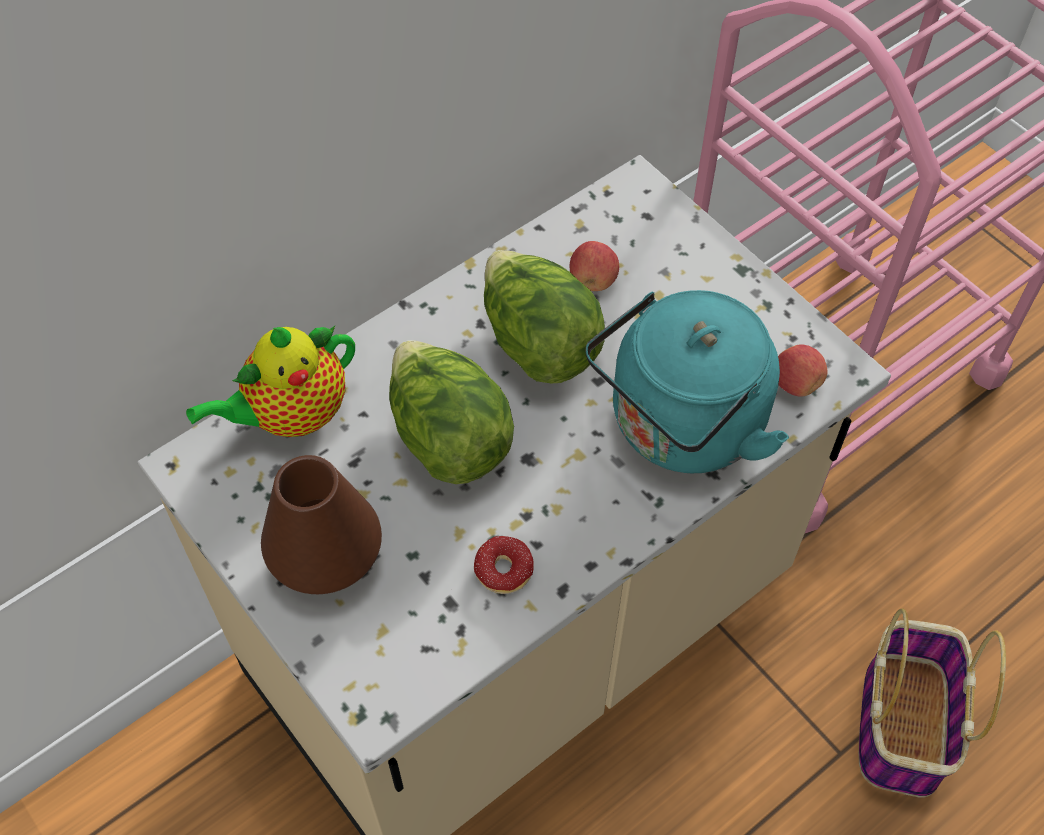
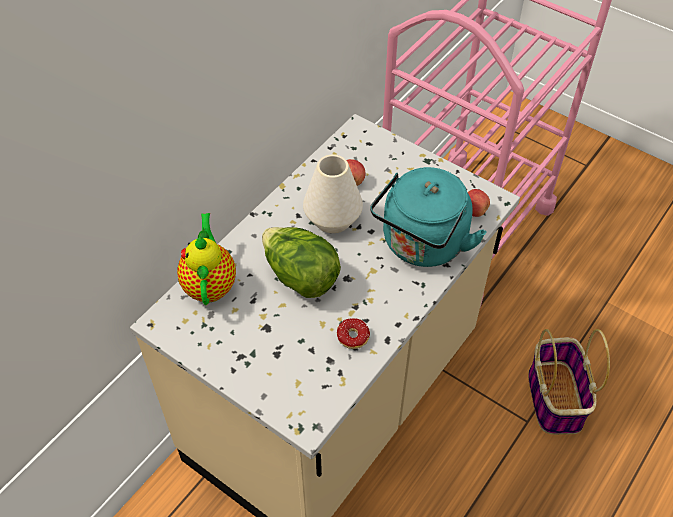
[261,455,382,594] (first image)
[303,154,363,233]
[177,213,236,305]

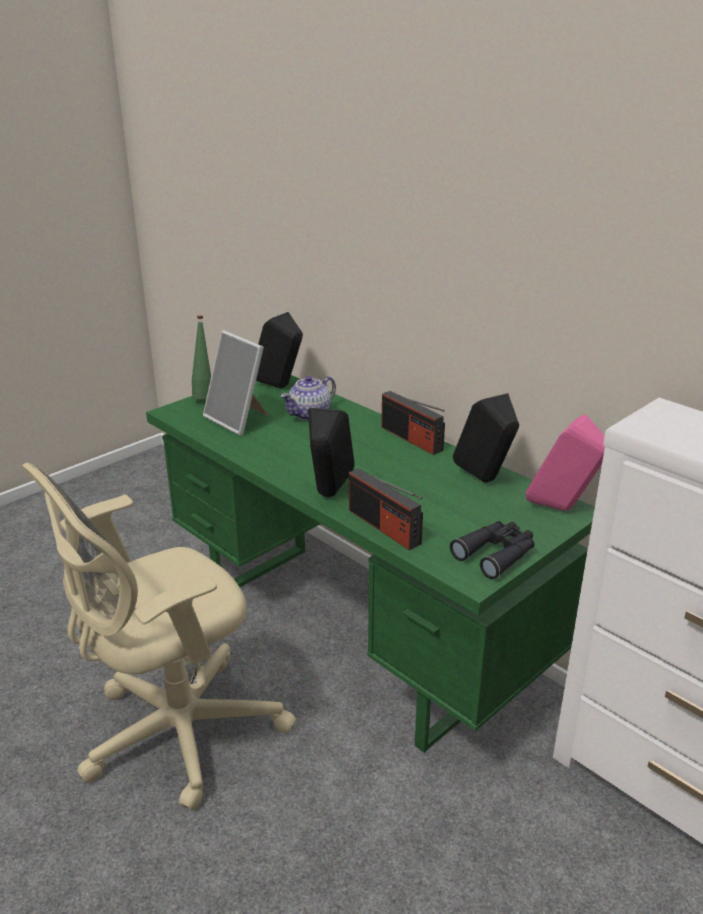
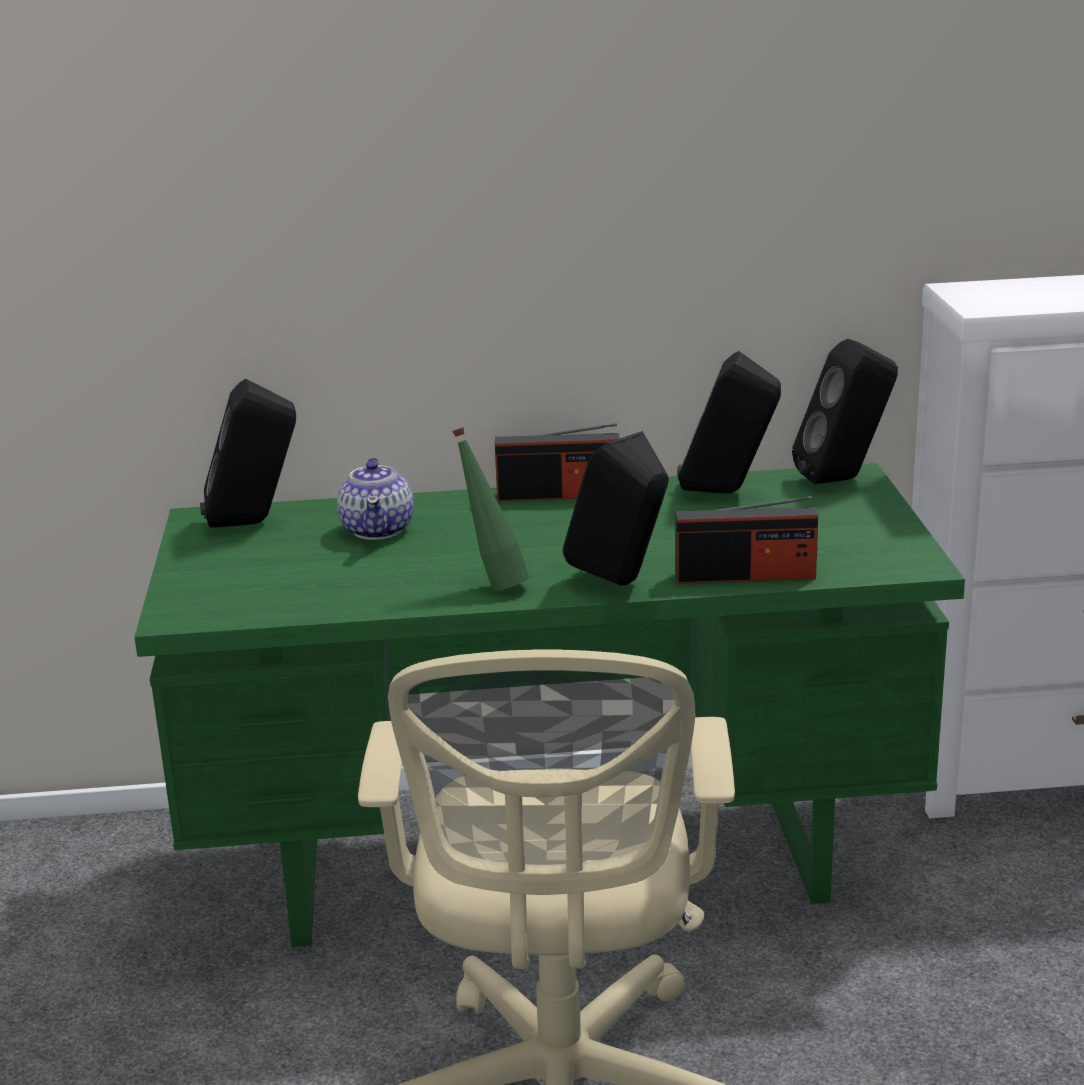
[203,331,268,436] (first image)
[450,521,534,579] (first image)
[452,427,530,591]
[792,339,898,484]

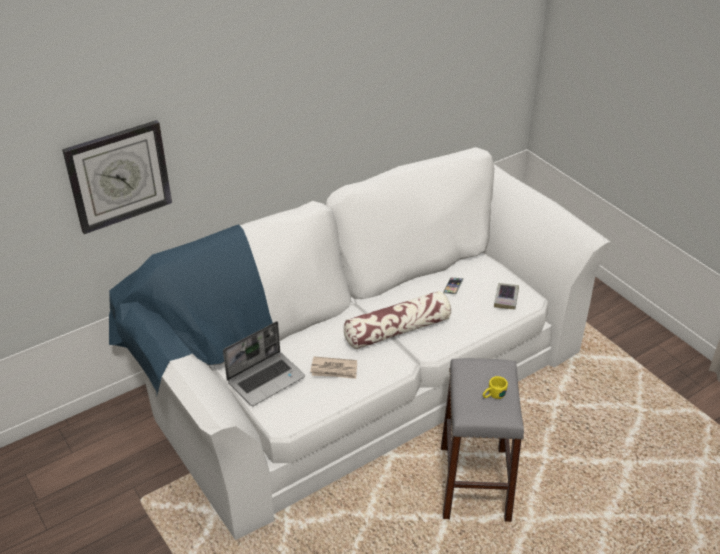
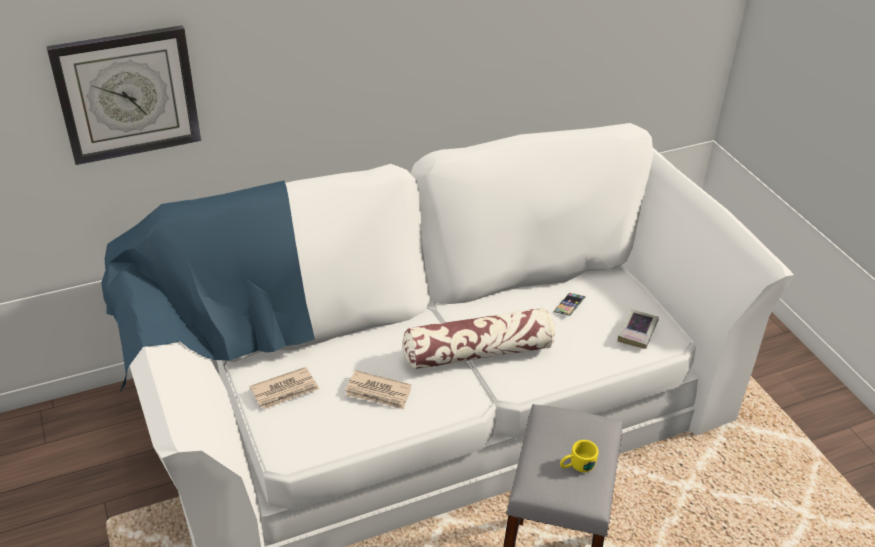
[250,367,319,409]

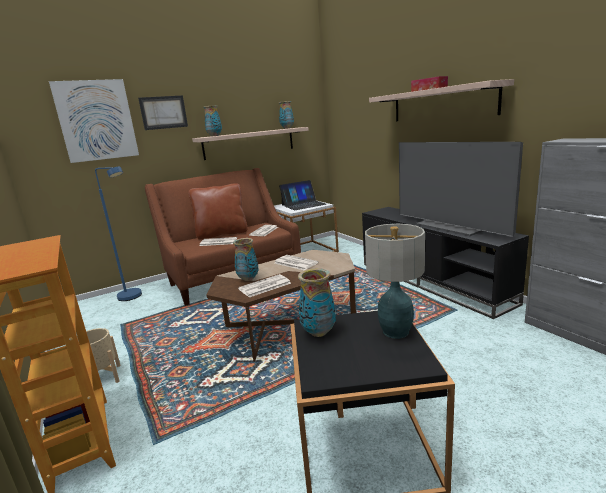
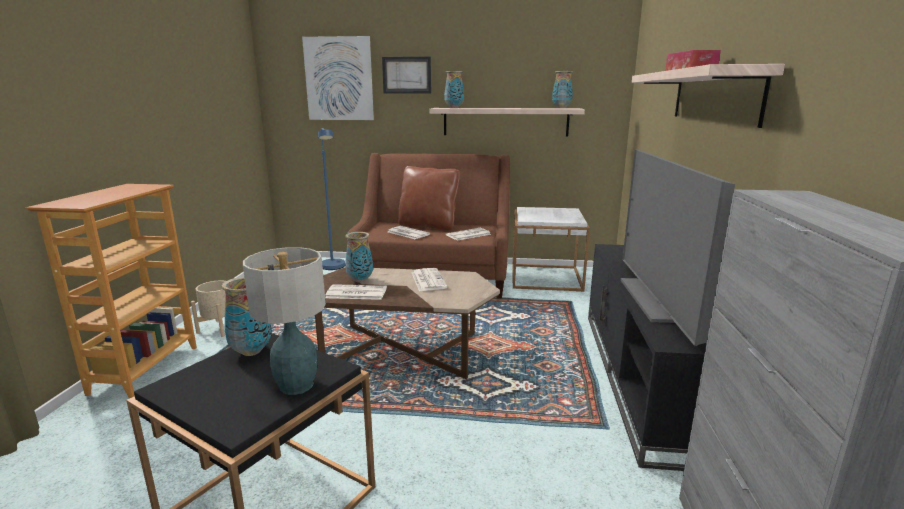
[279,180,326,210] (first image)

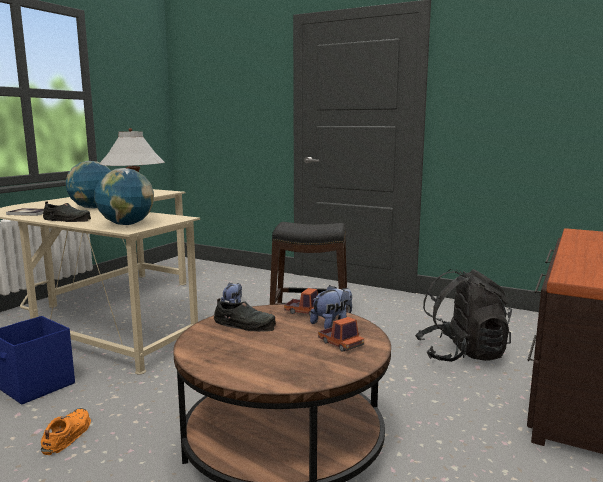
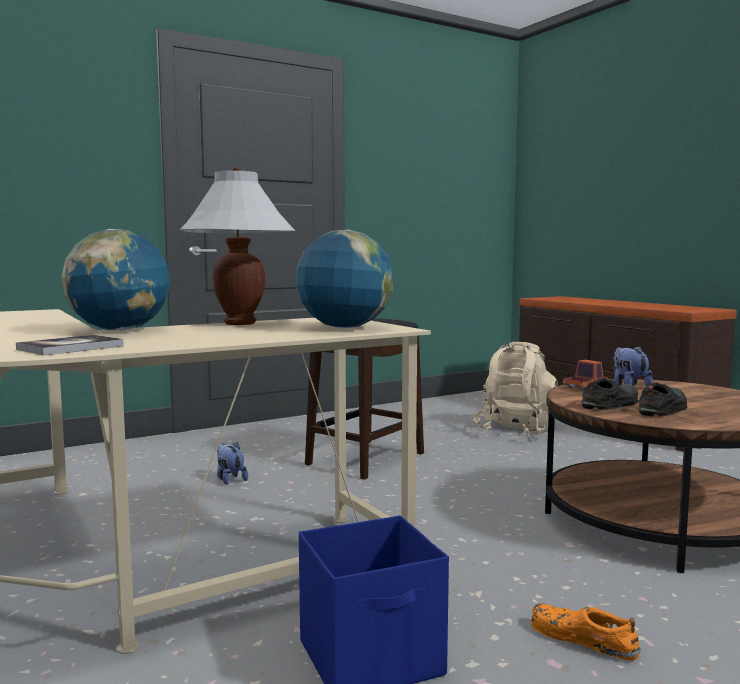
[318,317,364,352] (first image)
[639,383,688,417]
[473,342,558,437]

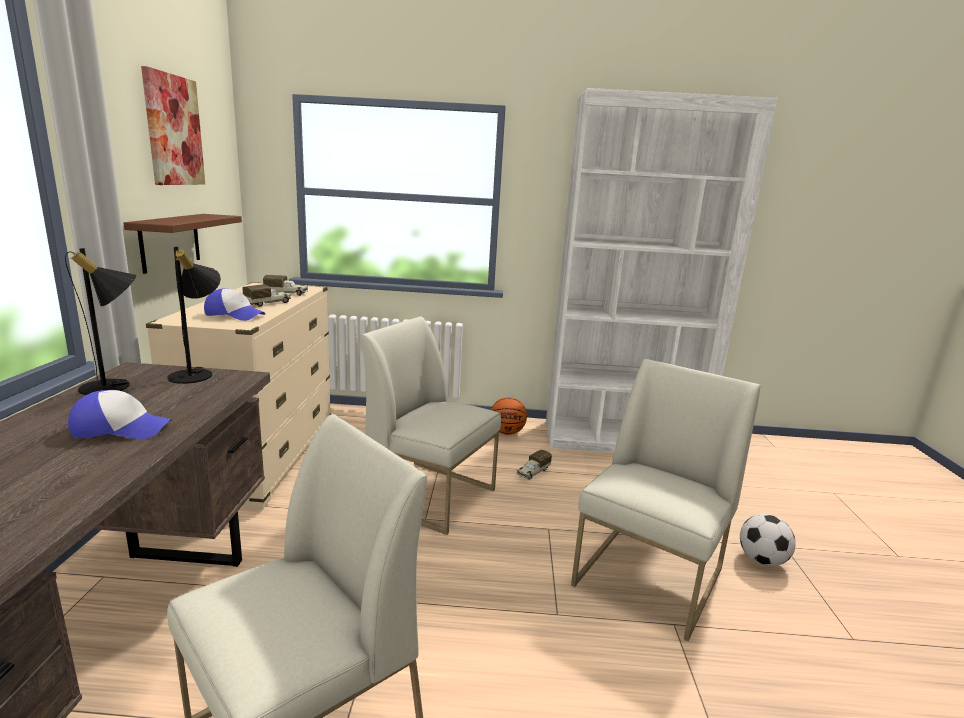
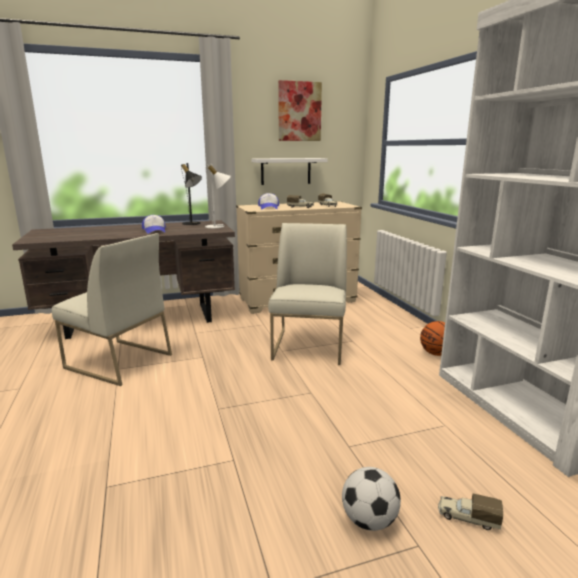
[571,359,760,641] (first image)
[438,494,503,530]
[252,158,328,185]
[205,164,231,228]

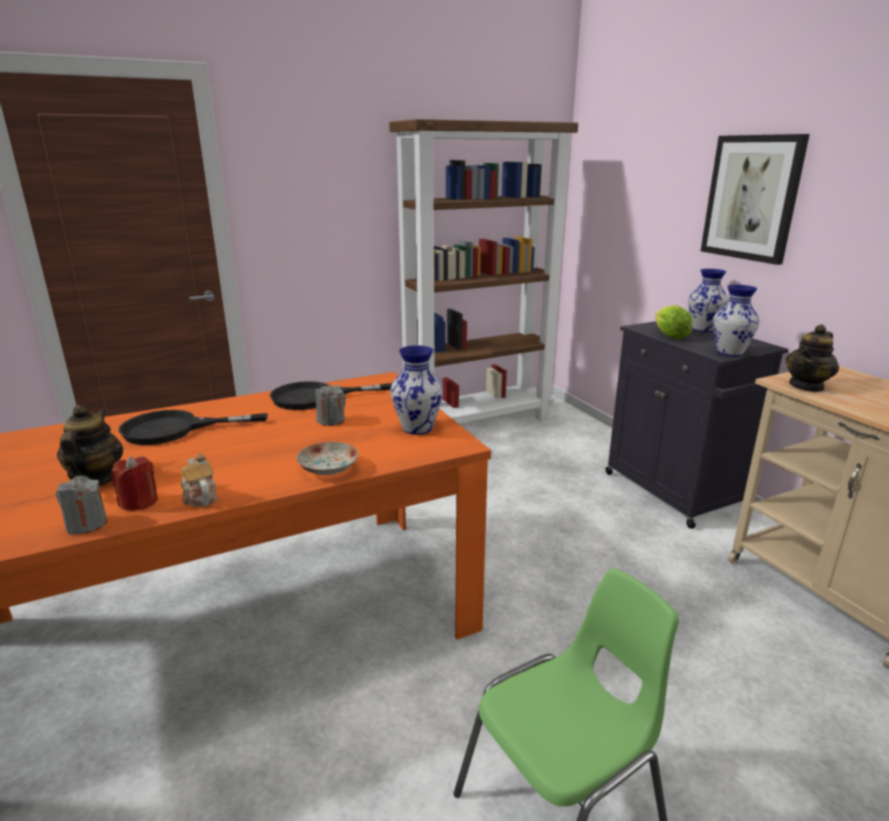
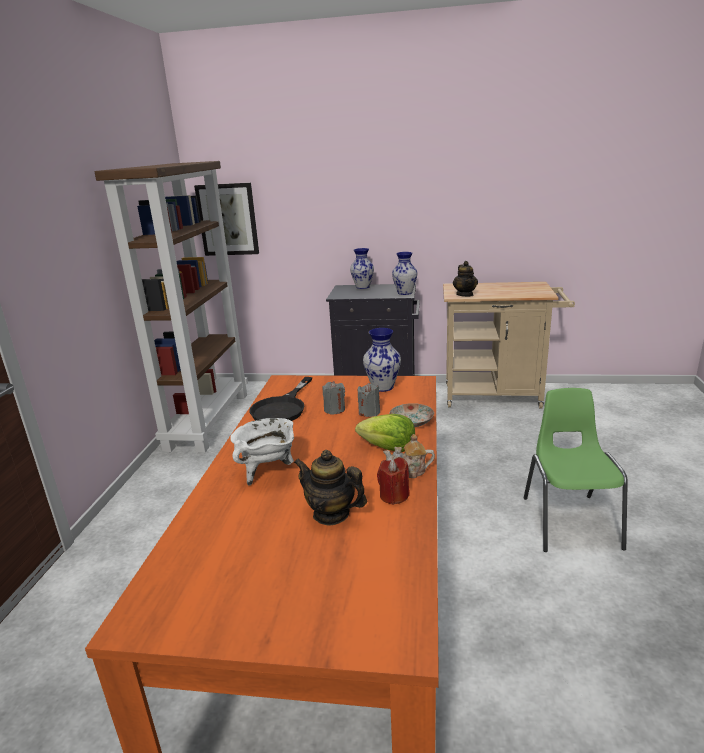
[358,383,380,417]
[355,414,415,452]
[194,183,259,256]
[230,418,295,485]

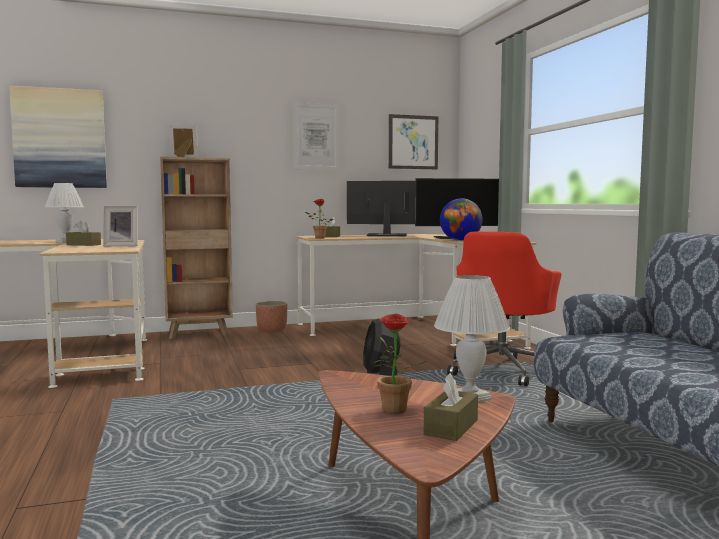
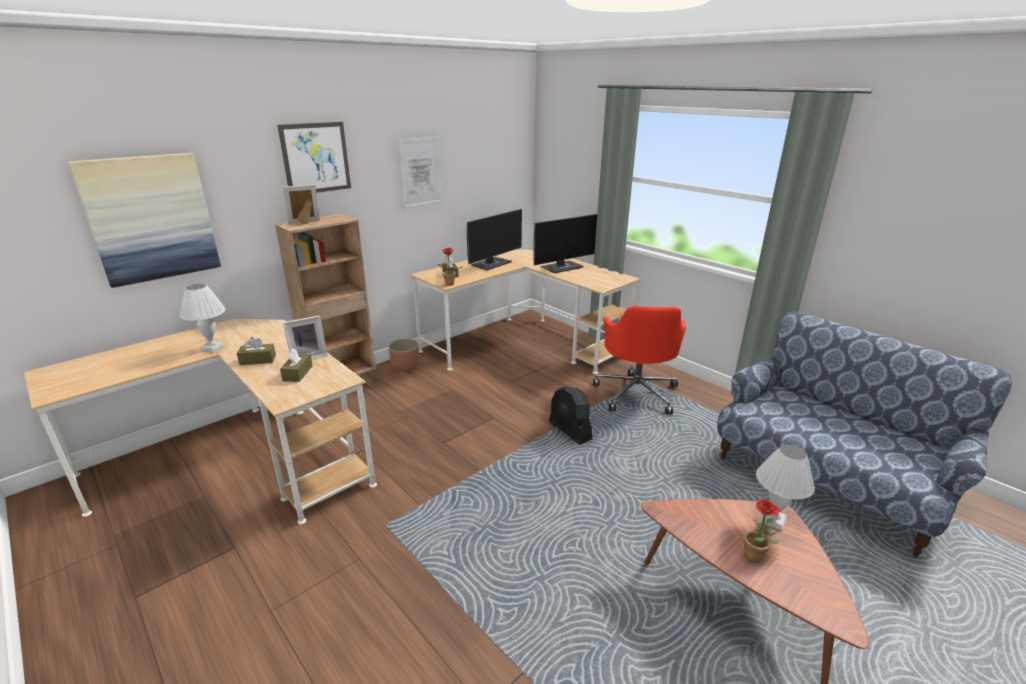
[440,198,483,241] (first image)
[277,122,351,193]
[280,349,313,382]
[467,209,522,270]

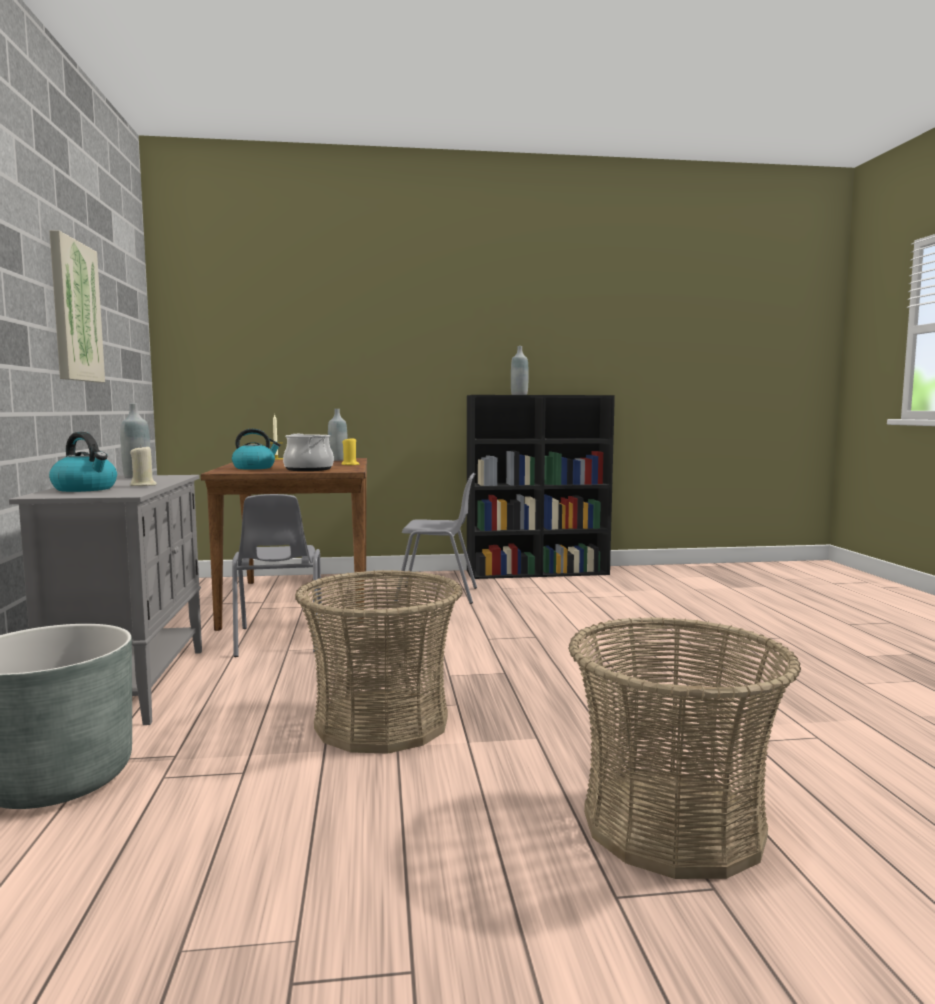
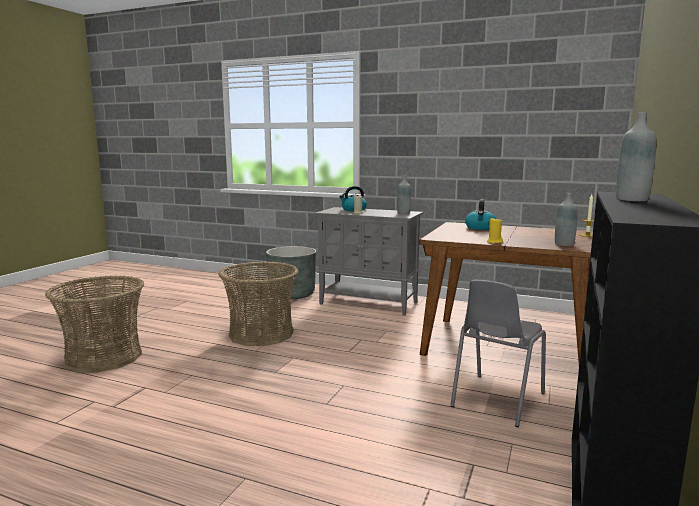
[49,230,105,382] (first image)
[232,494,322,657] (first image)
[283,434,334,471] (first image)

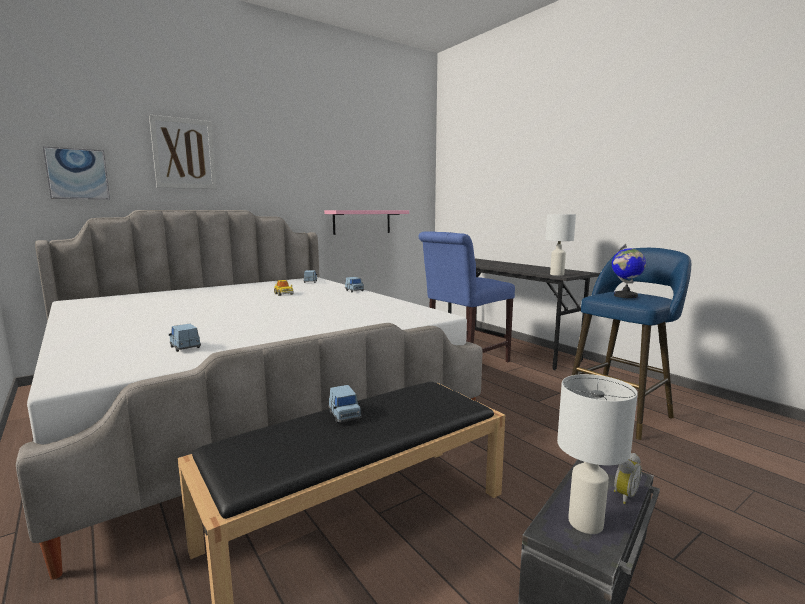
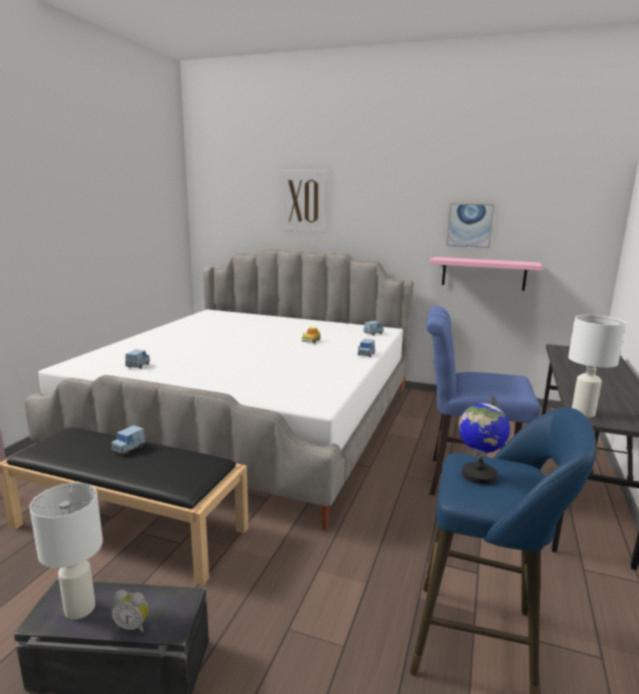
[446,203,494,248]

